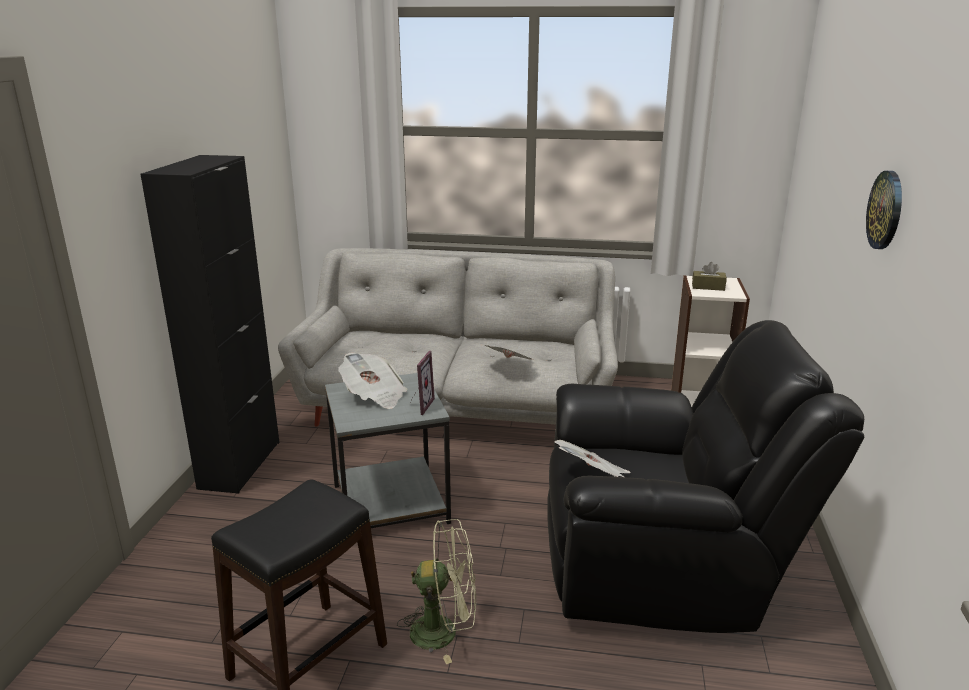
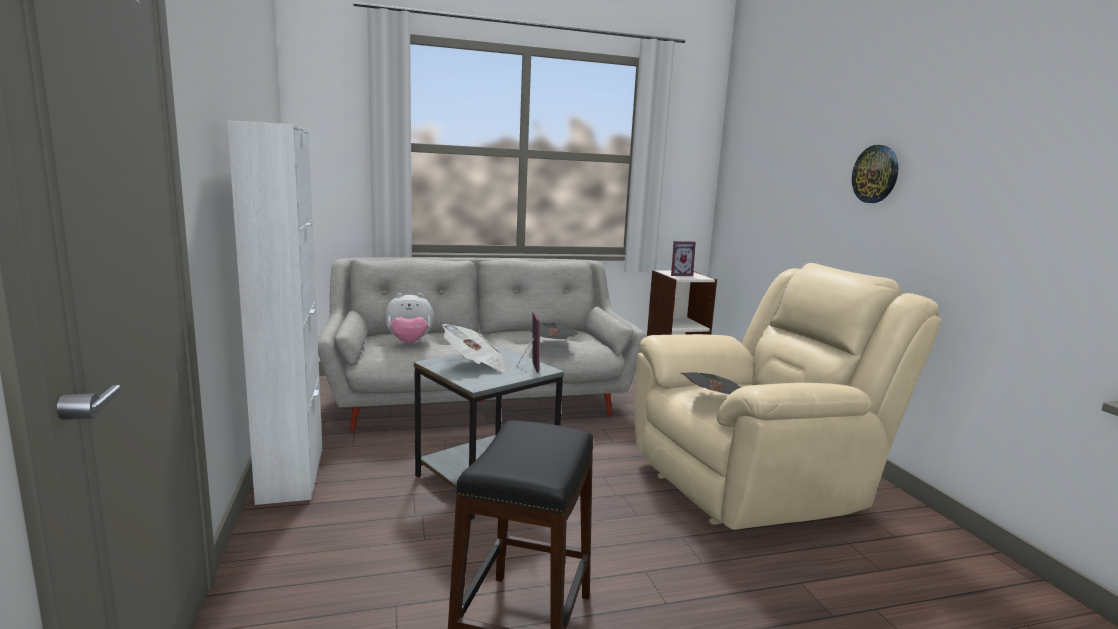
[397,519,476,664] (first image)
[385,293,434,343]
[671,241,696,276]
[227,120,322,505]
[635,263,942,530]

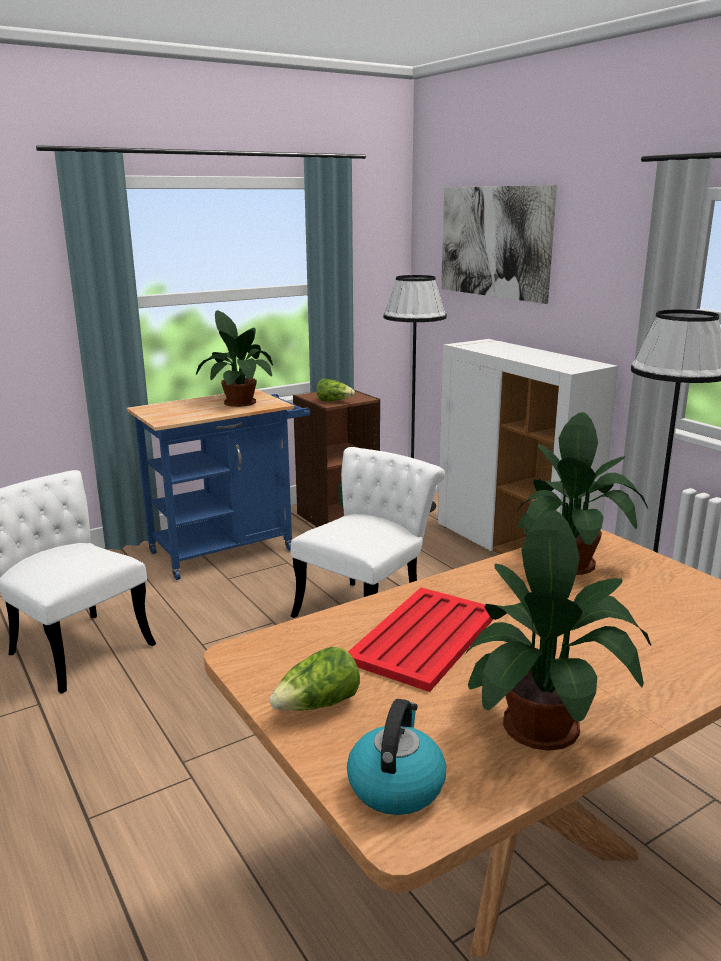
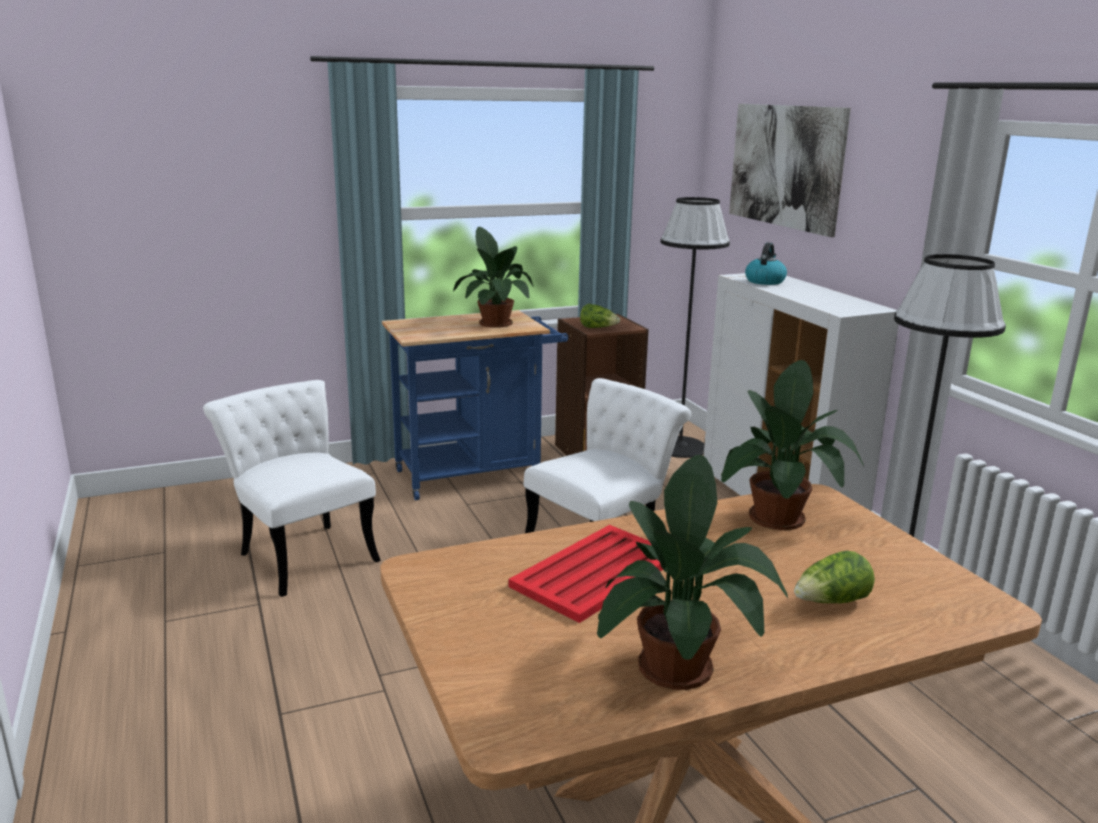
[794,551,875,603]
[745,243,787,285]

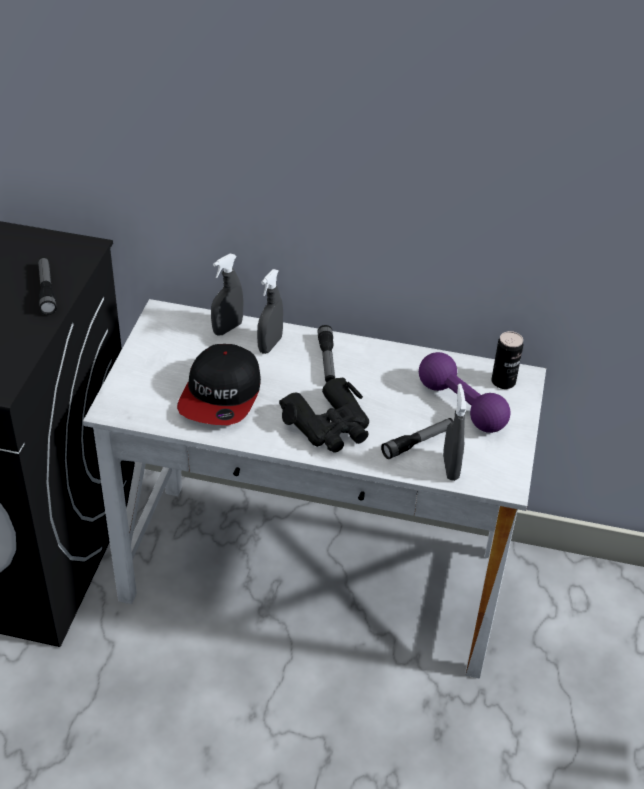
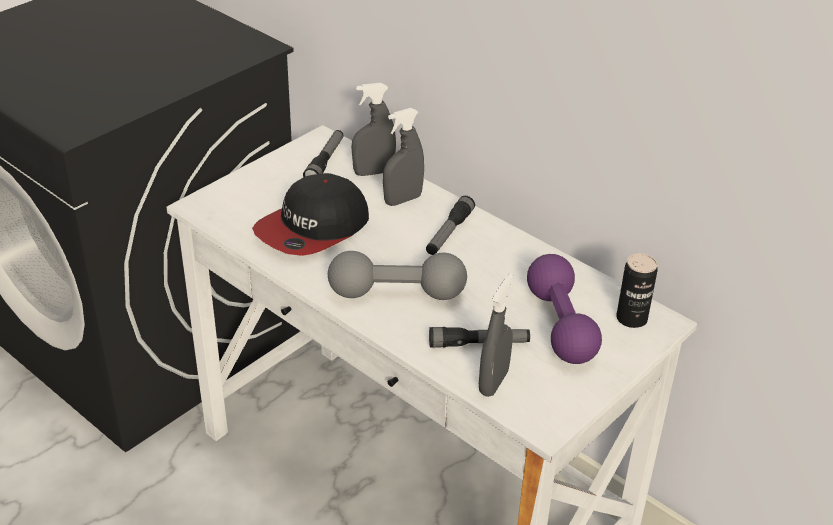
[303,130,344,178]
[328,251,467,300]

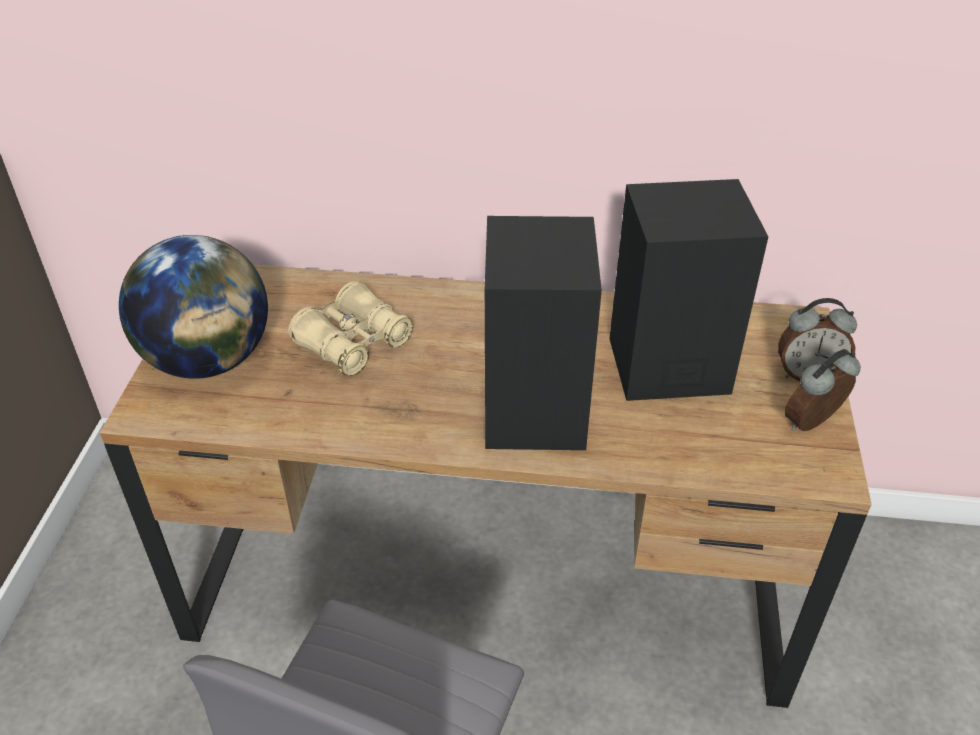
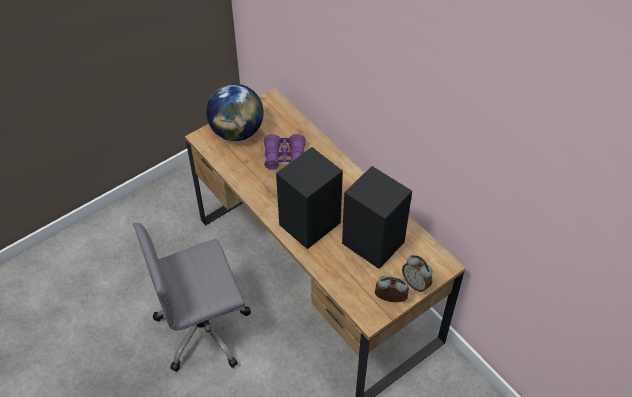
[264,134,306,170]

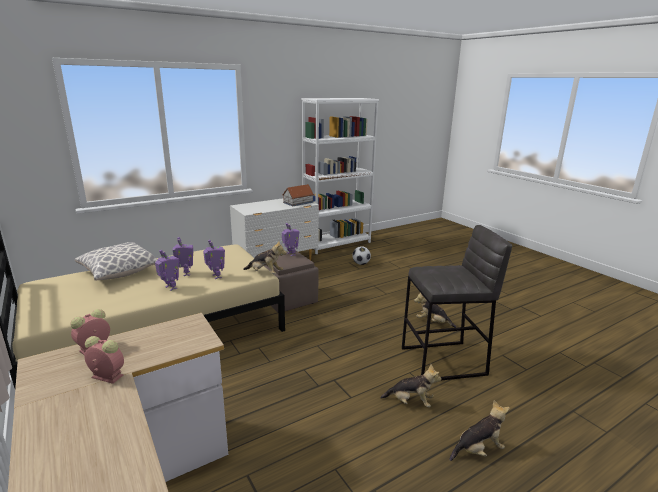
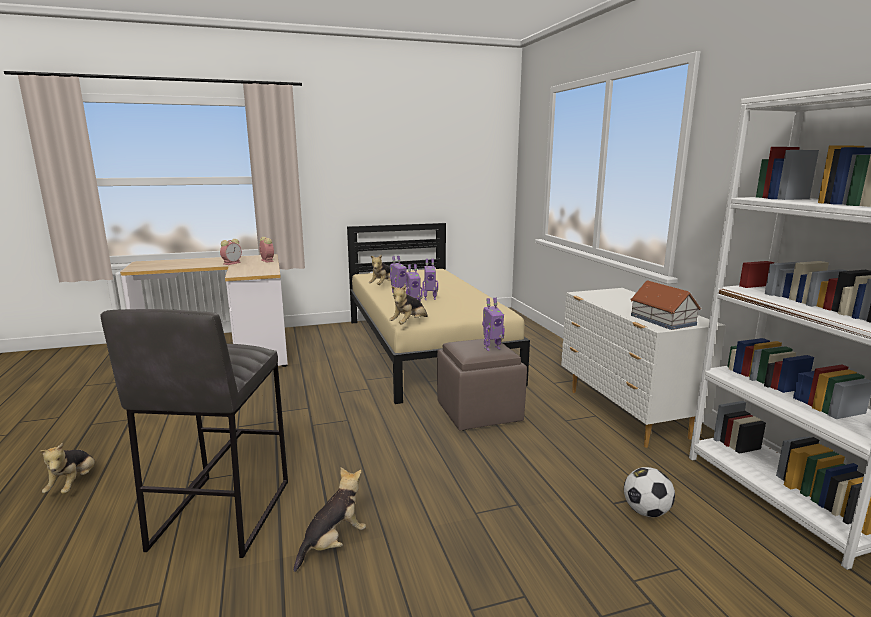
[75,242,157,281] (first image)
[369,254,391,285]

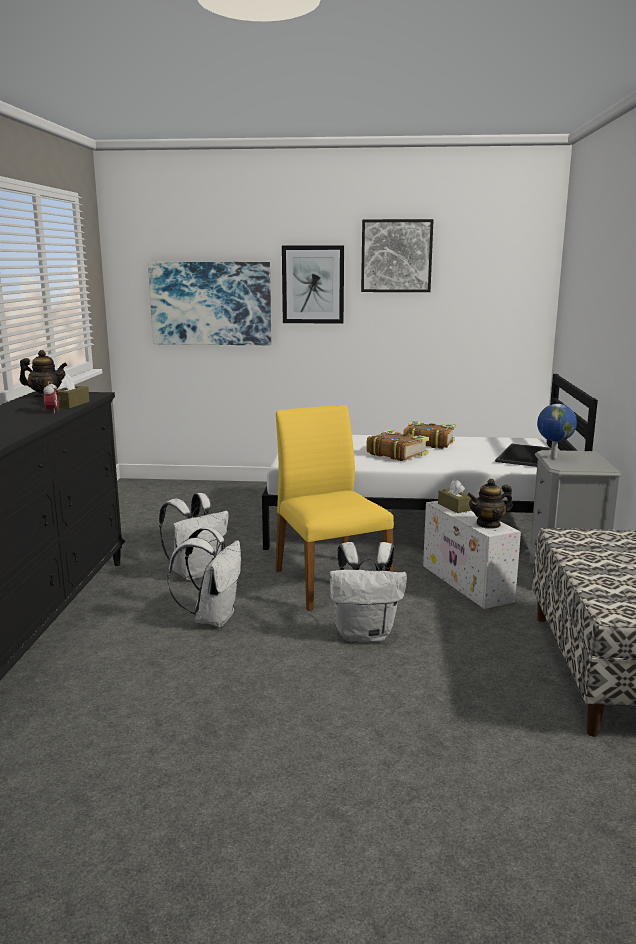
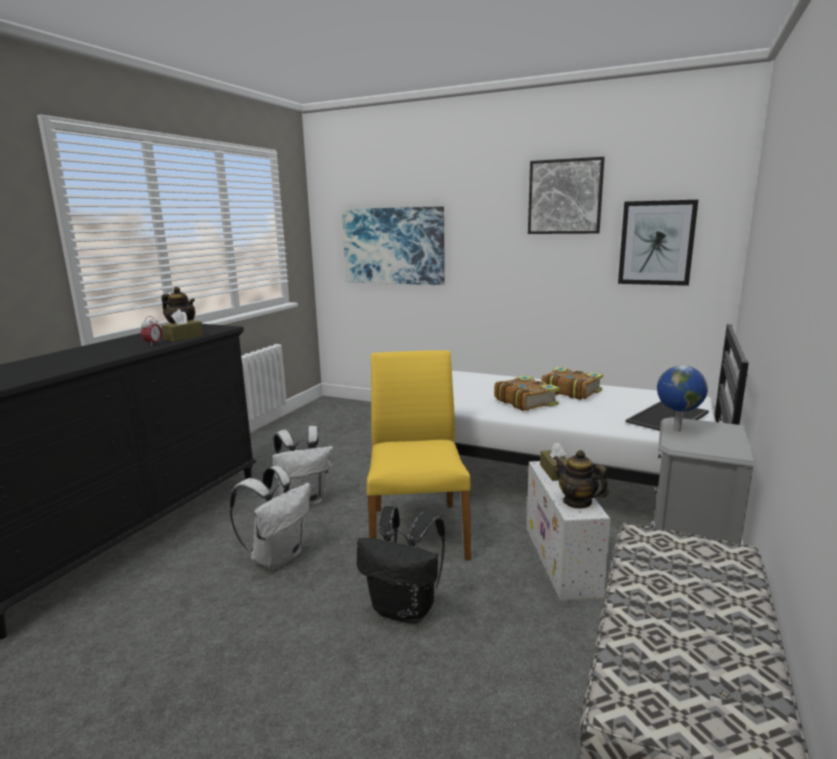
[618,200,698,286]
[357,506,445,624]
[553,450,609,509]

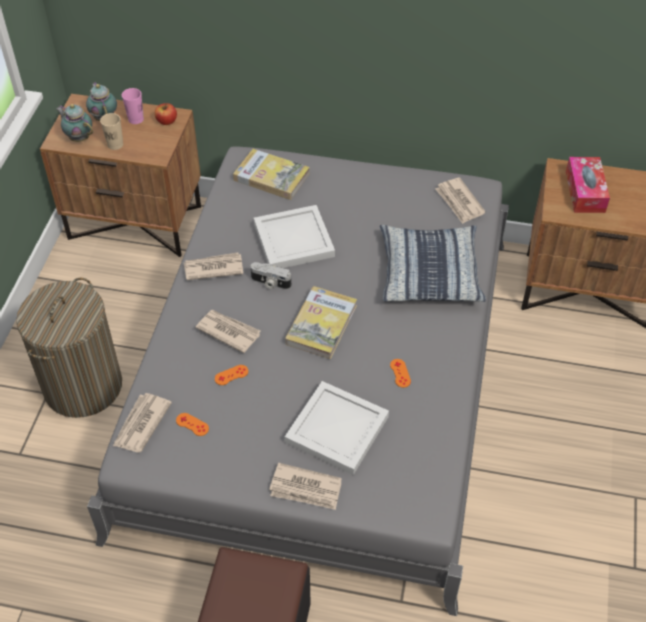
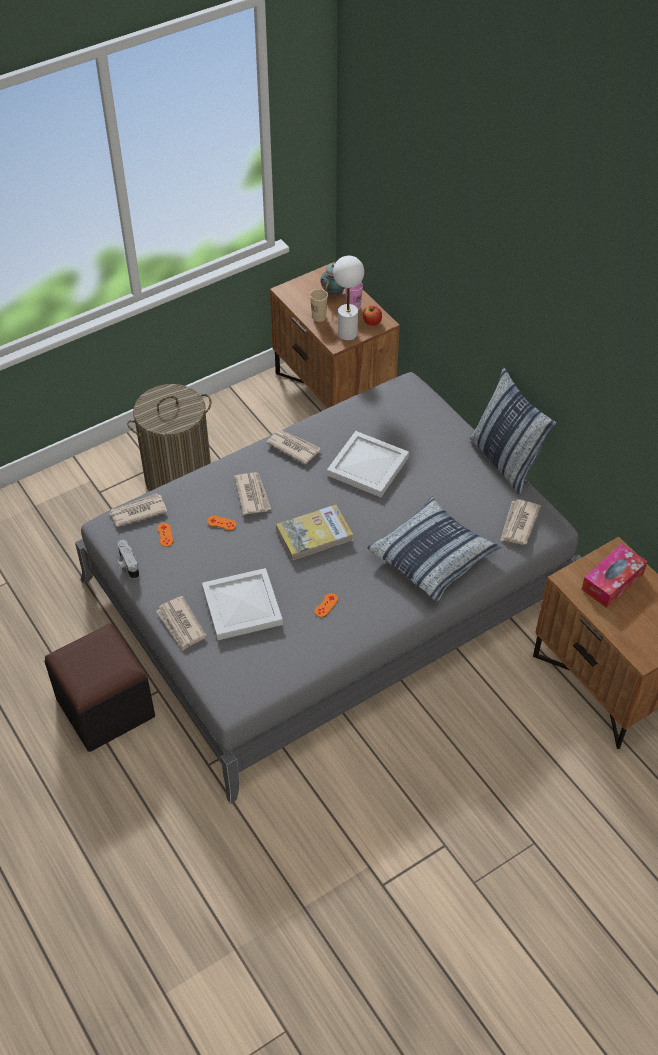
[56,104,93,142] (first image)
[233,149,310,200] (first image)
[333,256,364,341]
[470,367,557,494]
[117,540,139,579]

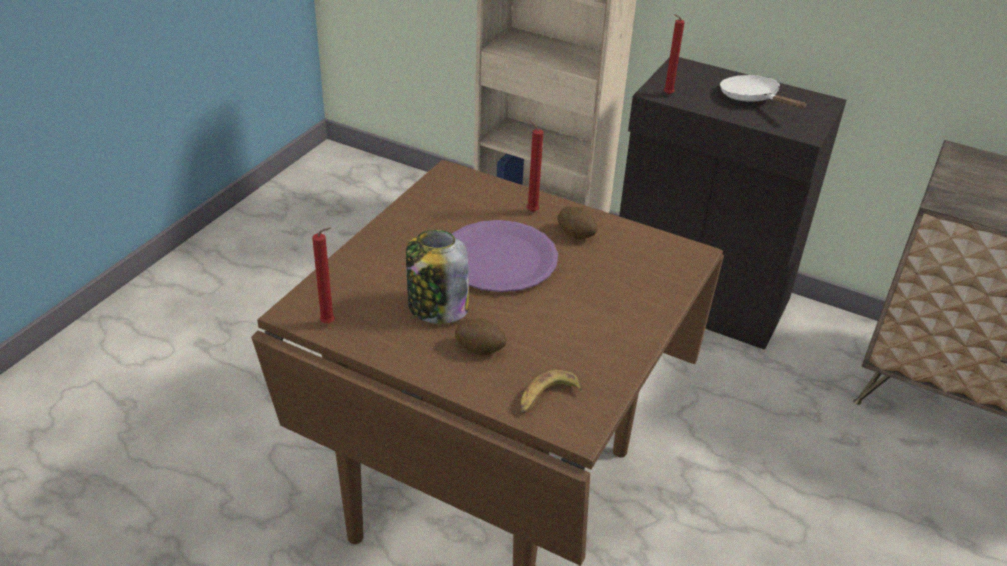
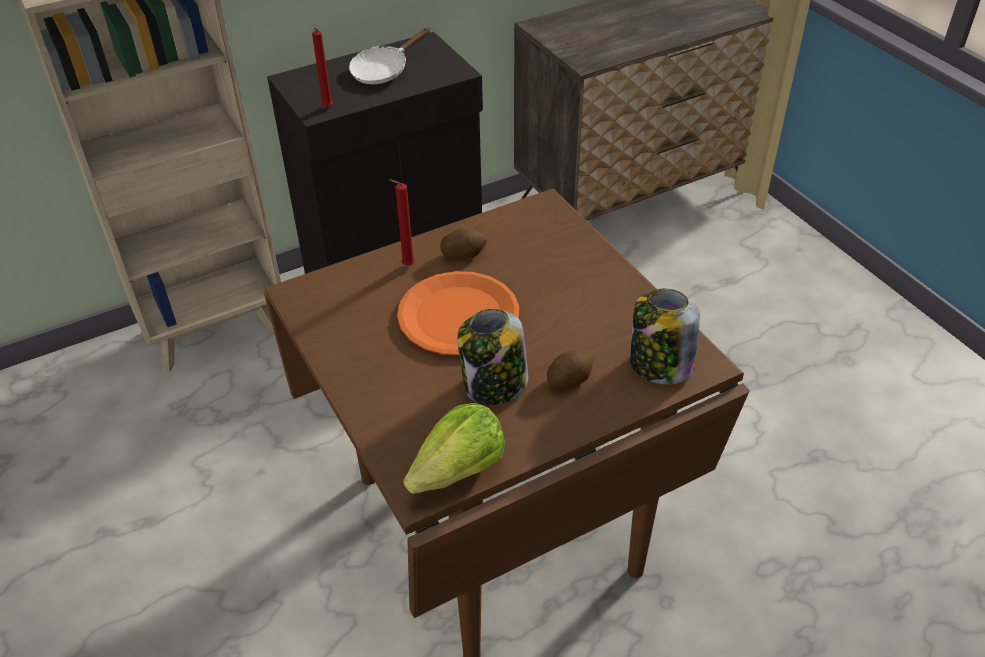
[403,403,505,494]
[630,289,700,385]
[397,271,519,355]
[349,28,430,84]

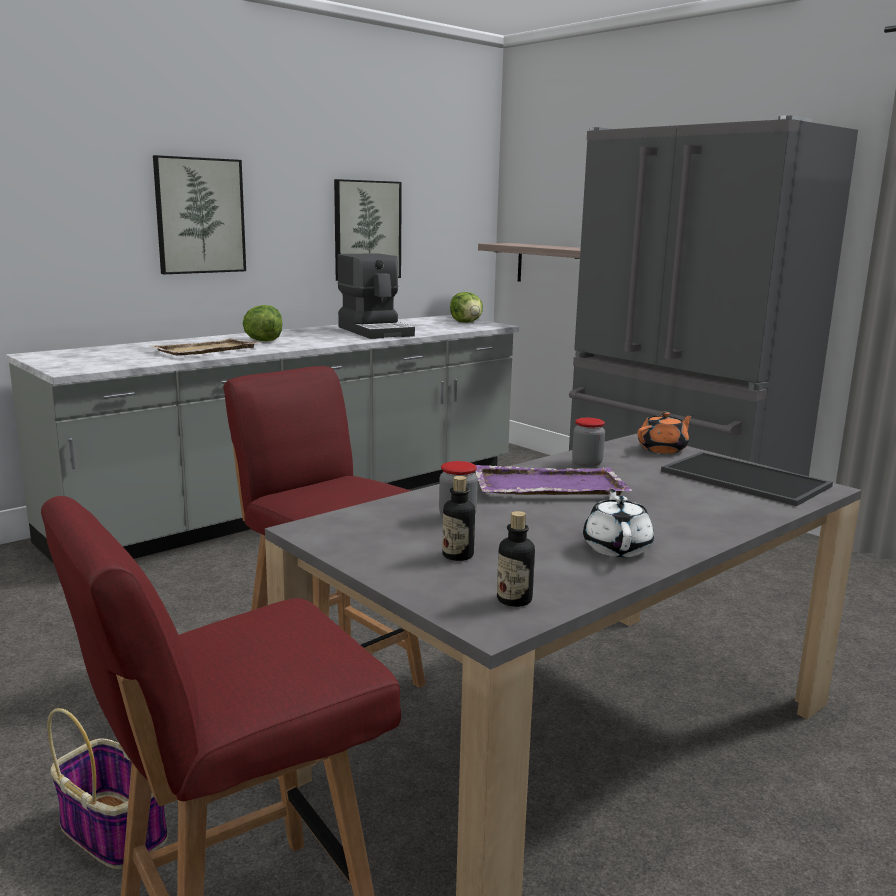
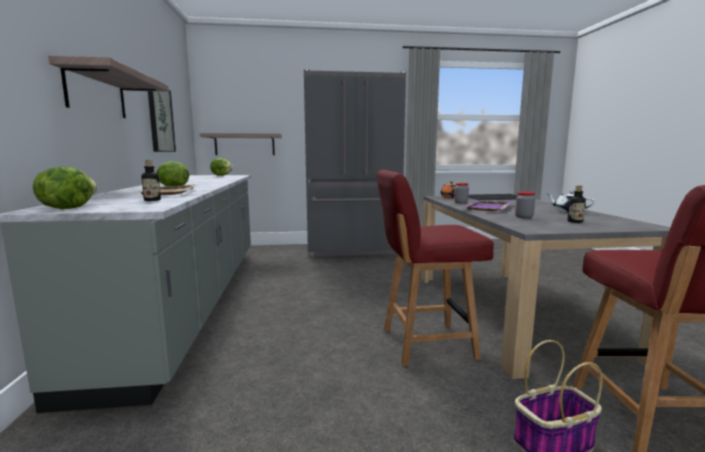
[338,253,415,339] (first image)
[33,167,97,209]
[142,160,161,201]
[48,56,169,118]

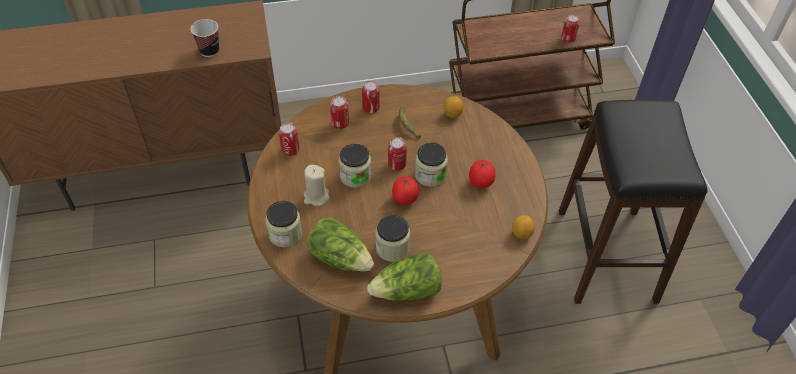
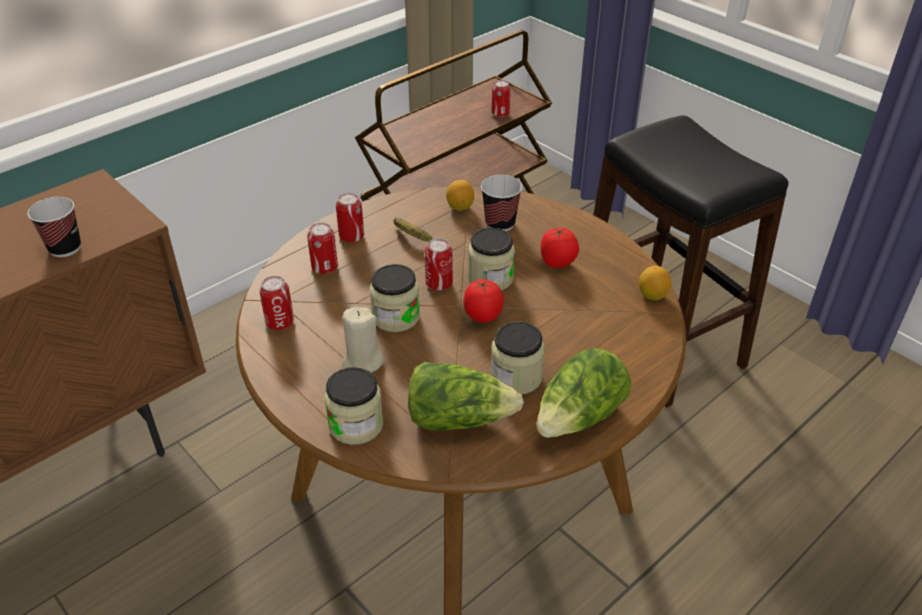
[481,175,522,231]

